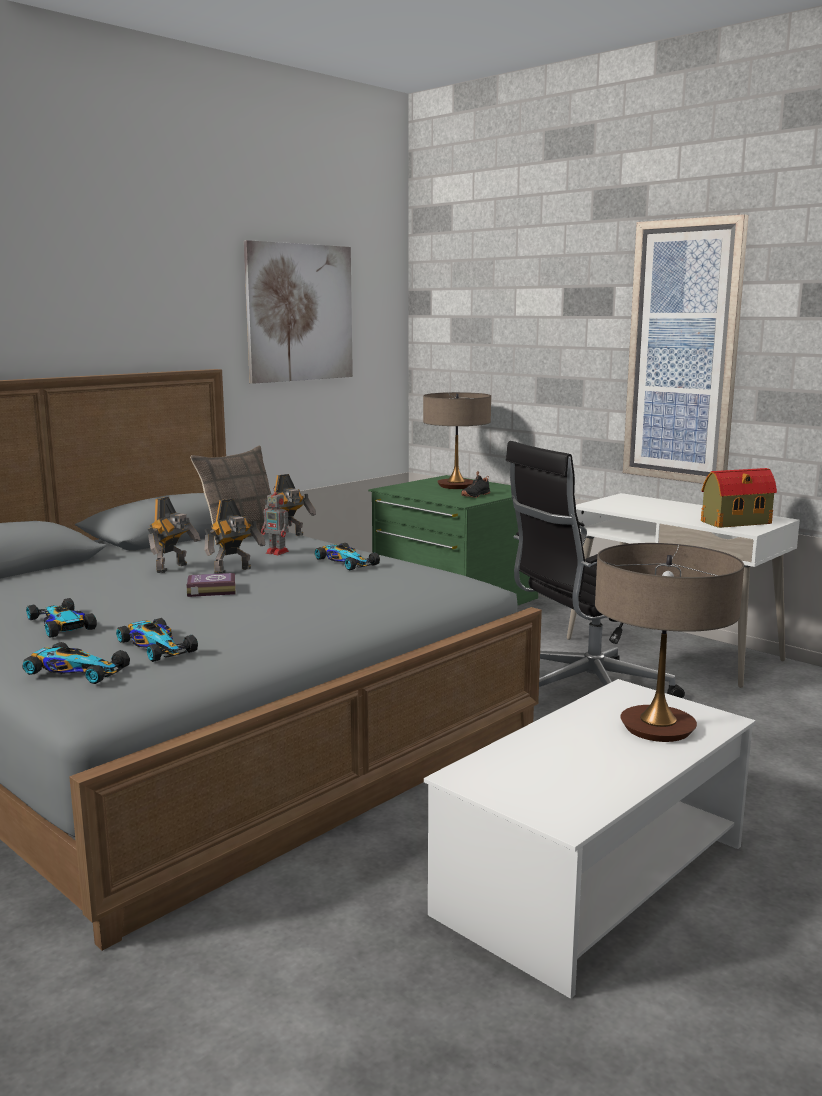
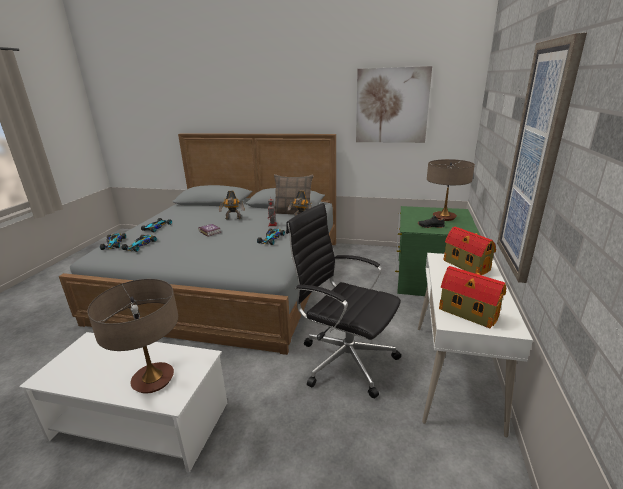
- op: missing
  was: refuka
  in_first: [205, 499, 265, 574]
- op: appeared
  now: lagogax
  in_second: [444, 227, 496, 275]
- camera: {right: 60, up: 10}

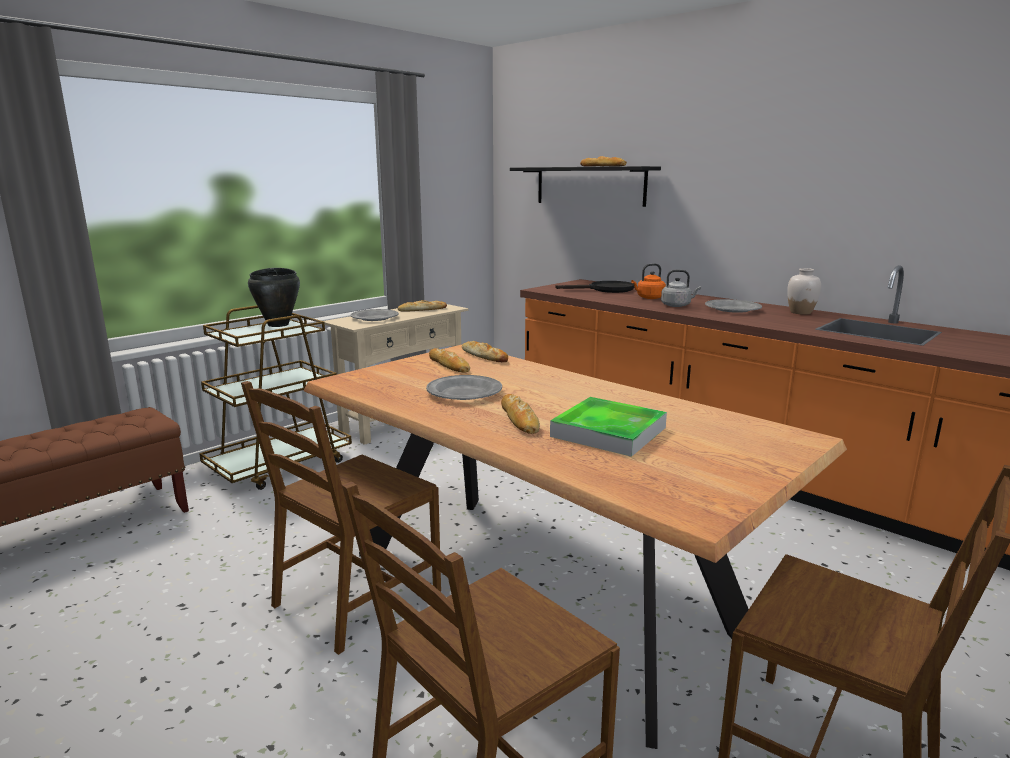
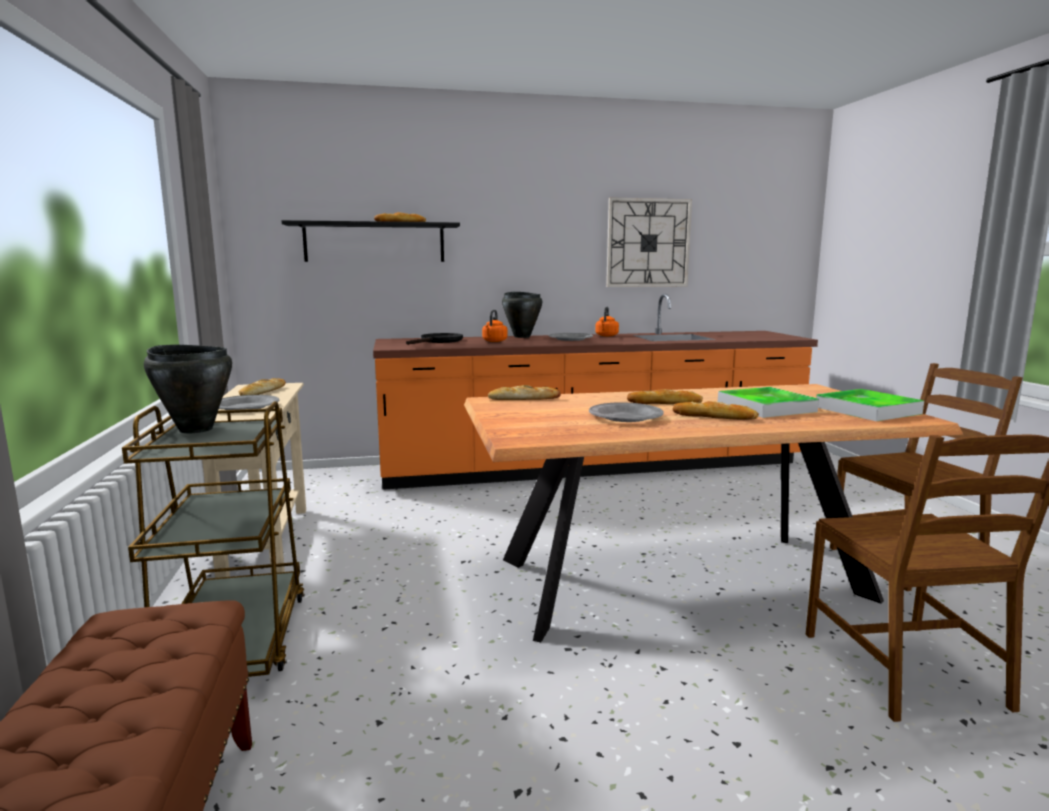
- op: missing
  was: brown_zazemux
  in_first: [241, 381, 441, 655]
- op: relocated
  was: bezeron
  in_first: [429, 348, 470, 372]
  in_second: [627, 389, 703, 404]
- op: missing
  was: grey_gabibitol
  in_first: [661, 270, 701, 307]
- op: exchanged
  was: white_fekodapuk
  now: orange_gabibitol
  in_first: [787, 268, 821, 315]
  in_second: [595, 306, 619, 336]
- op: appeared
  now: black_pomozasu
  in_second: [502, 291, 542, 338]
- op: appeared
  now: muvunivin
  in_second: [606, 198, 692, 287]
- op: appeared
  now: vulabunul
  in_second: [816, 389, 924, 421]
- camera: {right: -55, up: -5}

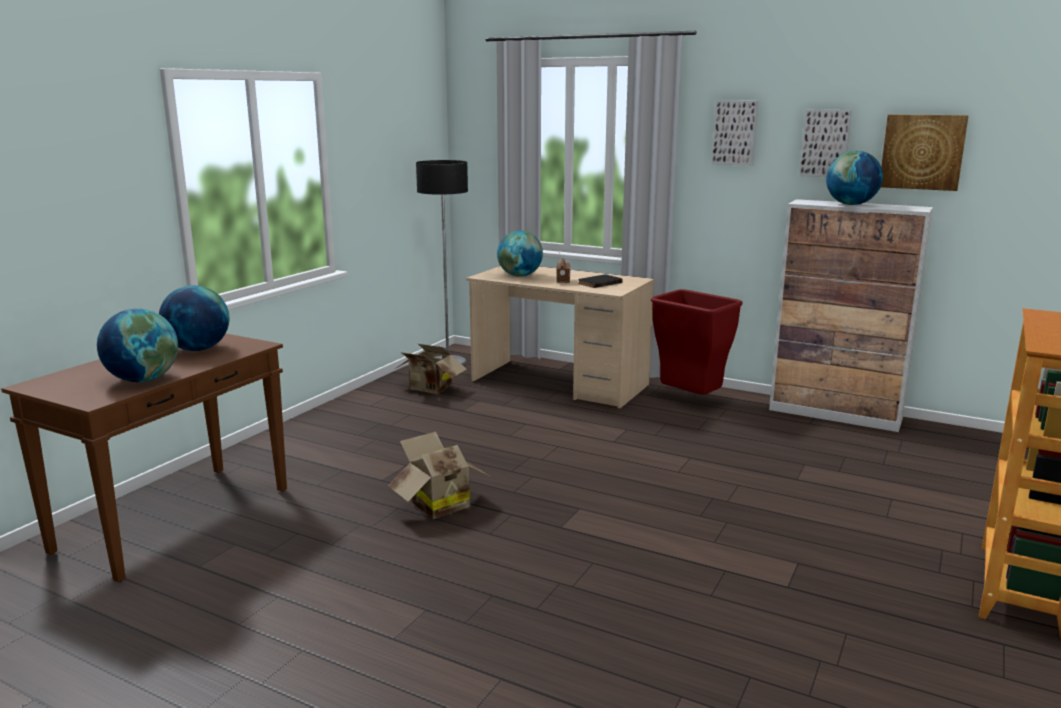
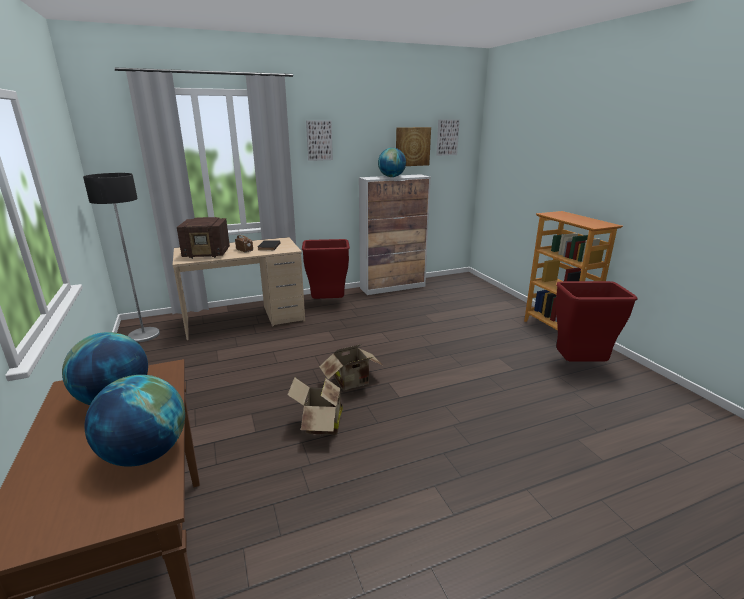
- op: relocated
  was: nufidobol
  in_first: [395, 344, 467, 394]
  in_second: [319, 344, 382, 391]
- op: exchanged
  was: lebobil
  now: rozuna
  in_first: [497, 230, 543, 277]
  in_second: [177, 217, 230, 259]
- op: relocated
  was: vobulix
  in_first: [799, 110, 852, 177]
  in_second: [436, 119, 460, 156]
- op: appeared
  now: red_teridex
  in_second: [556, 281, 638, 362]
- camera: {right: -50, up: 5}

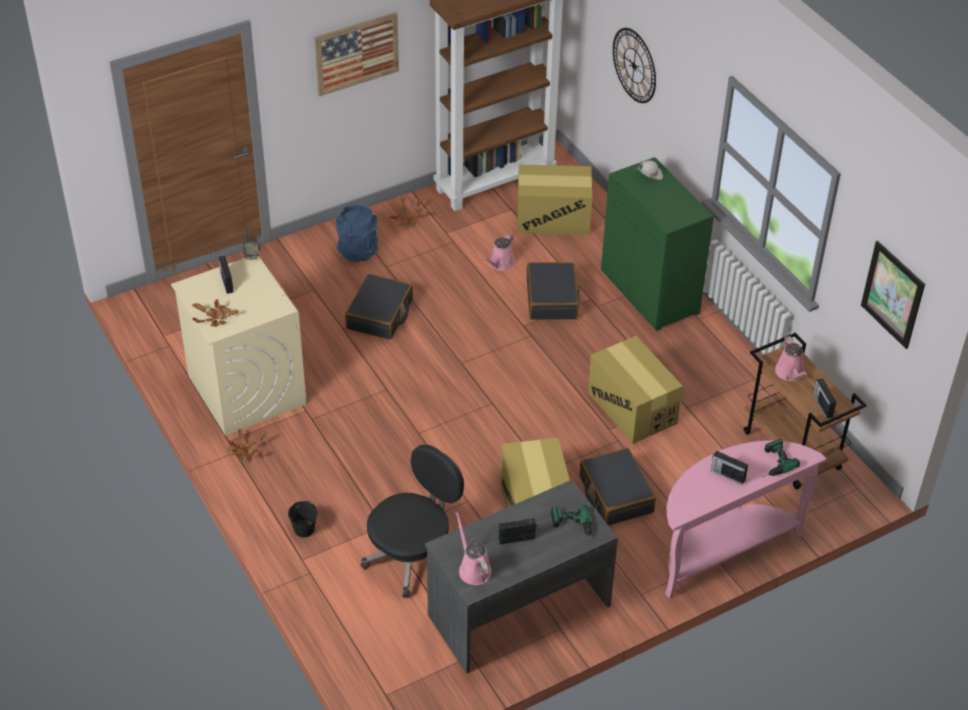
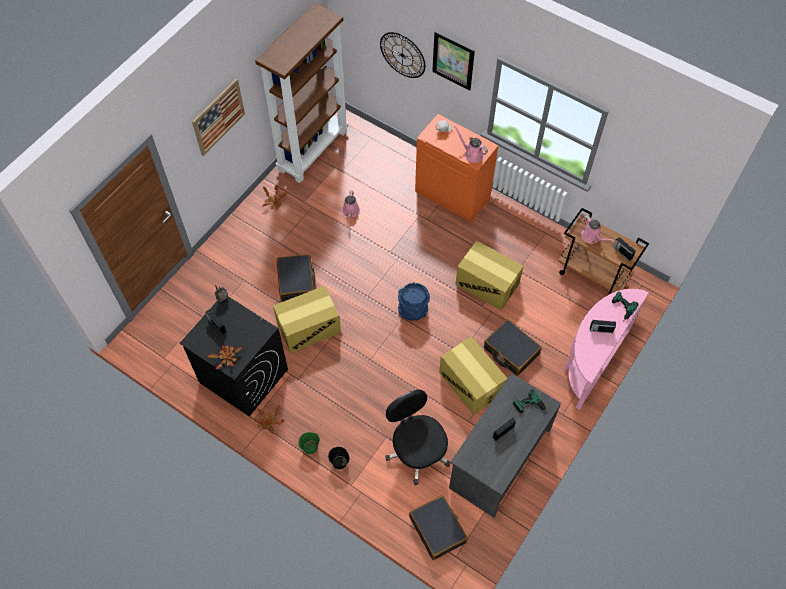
- op: colour
  was: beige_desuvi
  now: black_desuvi
  in_first: [171, 255, 307, 436]
  in_second: [179, 296, 288, 416]
- op: relocated
  was: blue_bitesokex
  in_first: [335, 205, 378, 262]
  in_second: [398, 283, 430, 321]
- op: spun
  was: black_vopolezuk
  in_first: [361, 445, 464, 598]
  in_second: [385, 390, 451, 485]
  clockwise: -45
- op: relocated
  was: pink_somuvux
  in_first: [456, 512, 491, 585]
  in_second: [454, 126, 488, 163]
- op: relocated
  was: nufidobol
  in_first: [517, 164, 592, 235]
  in_second: [273, 286, 341, 353]
- op: relocated
  was: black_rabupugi
  in_first: [527, 262, 580, 320]
  in_second: [409, 495, 468, 560]
- op: colour
  was: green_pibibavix
  now: orange_pibibavix
  in_first: [601, 157, 714, 331]
  in_second: [415, 114, 498, 223]
- op: relocated
  was: vobulix
  in_first: [861, 241, 925, 349]
  in_second: [432, 31, 475, 91]
- op: appeared
  now: green_bitesokex
  in_second: [298, 432, 320, 454]
- camera: {right: -25, up: 15}

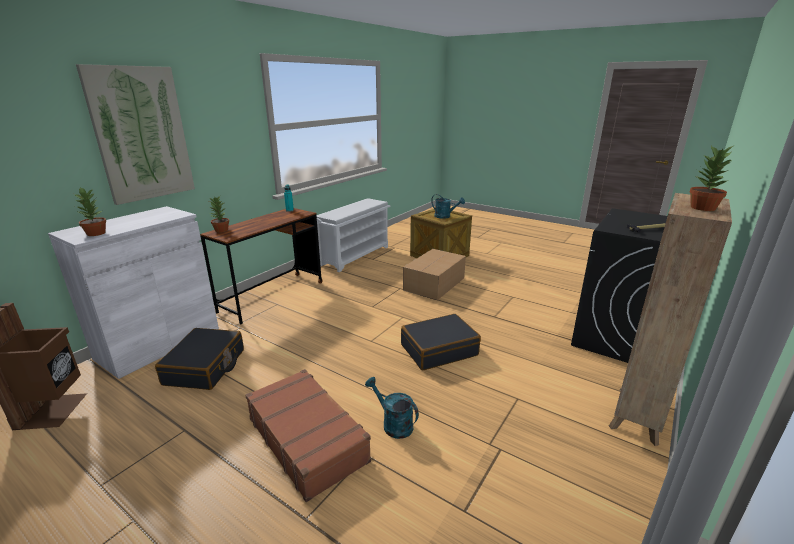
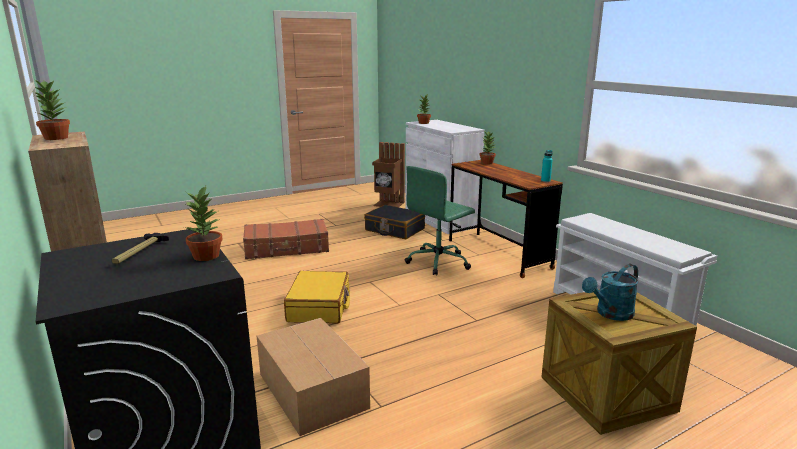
- op: missing
  was: vobulix
  in_first: [76, 64, 195, 205]
- op: missing
  was: turquoise_somuvux
  in_first: [365, 377, 419, 439]
- op: colour
  was: black_rabupugi
  now: yellow_rabupugi
  in_first: [401, 314, 481, 371]
  in_second: [284, 271, 350, 323]
- op: relocated
  was: nufidobol
  in_first: [403, 249, 466, 300]
  in_second: [257, 318, 370, 436]
- op: appeared
  now: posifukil
  in_second: [184, 186, 223, 261]
- op: appeared
  now: green_vopolezuk
  in_second: [405, 166, 475, 275]
- camera: {right: 115, up: -5}

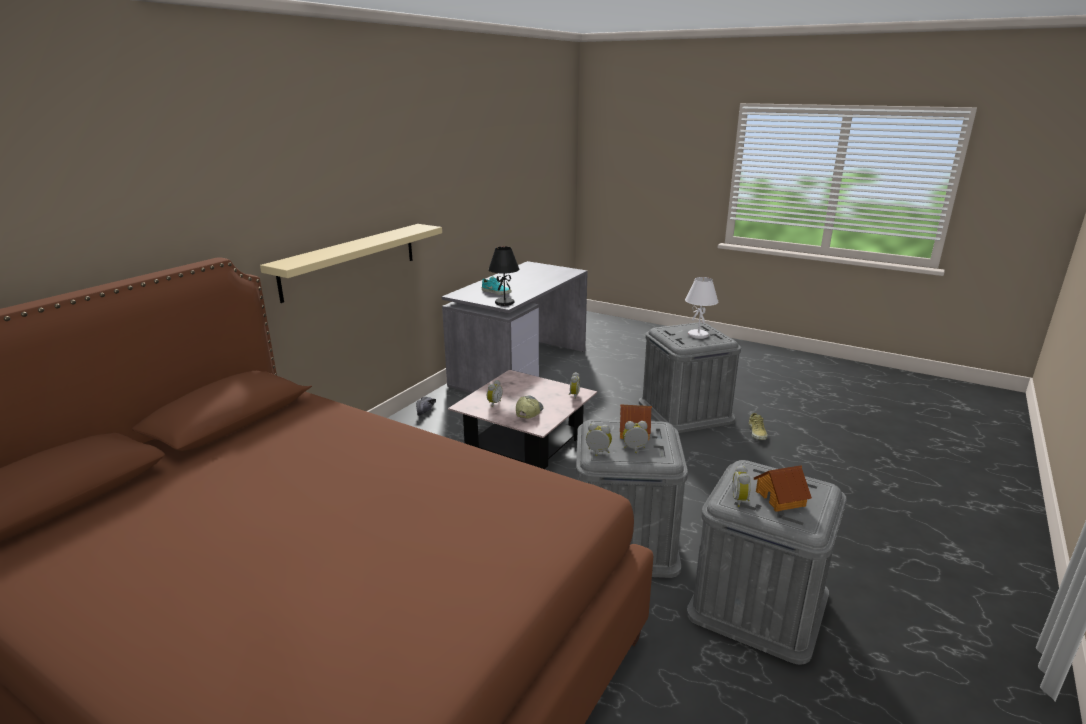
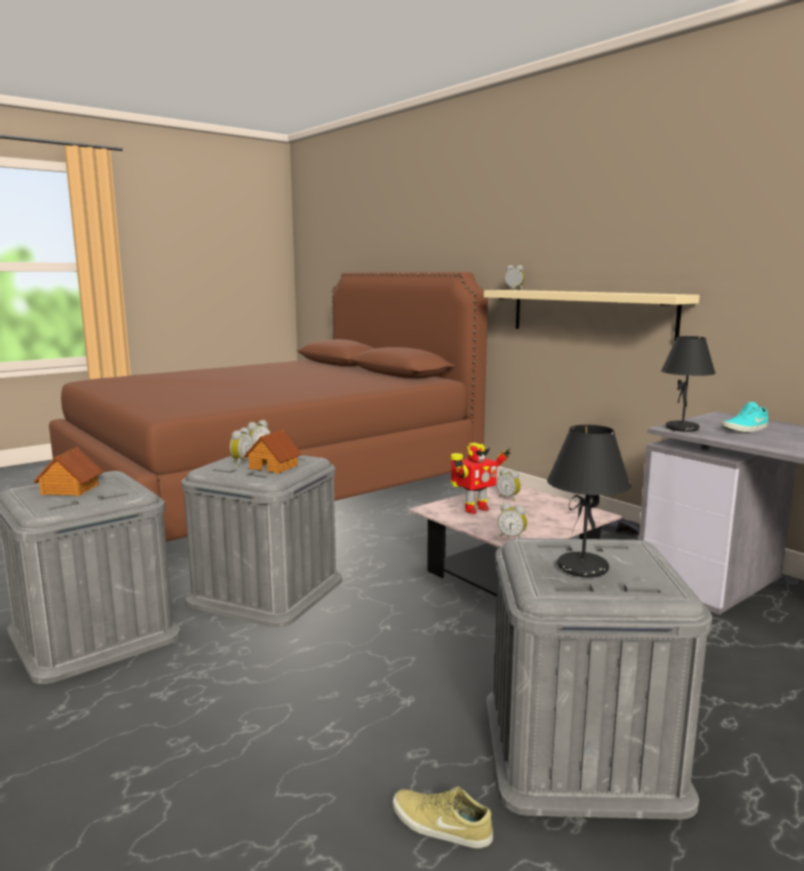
- op: exchanged
  was: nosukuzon
  now: refuka
  in_first: [516, 396, 543, 419]
  in_second: [450, 443, 511, 514]
- op: colour
  was: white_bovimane
  now: black_bovimane
  in_first: [685, 277, 718, 339]
  in_second: [547, 425, 631, 577]
- op: relocated
  was: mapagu
  in_first: [732, 465, 751, 507]
  in_second: [505, 265, 525, 290]
- camera: {right: 110, up: -10}

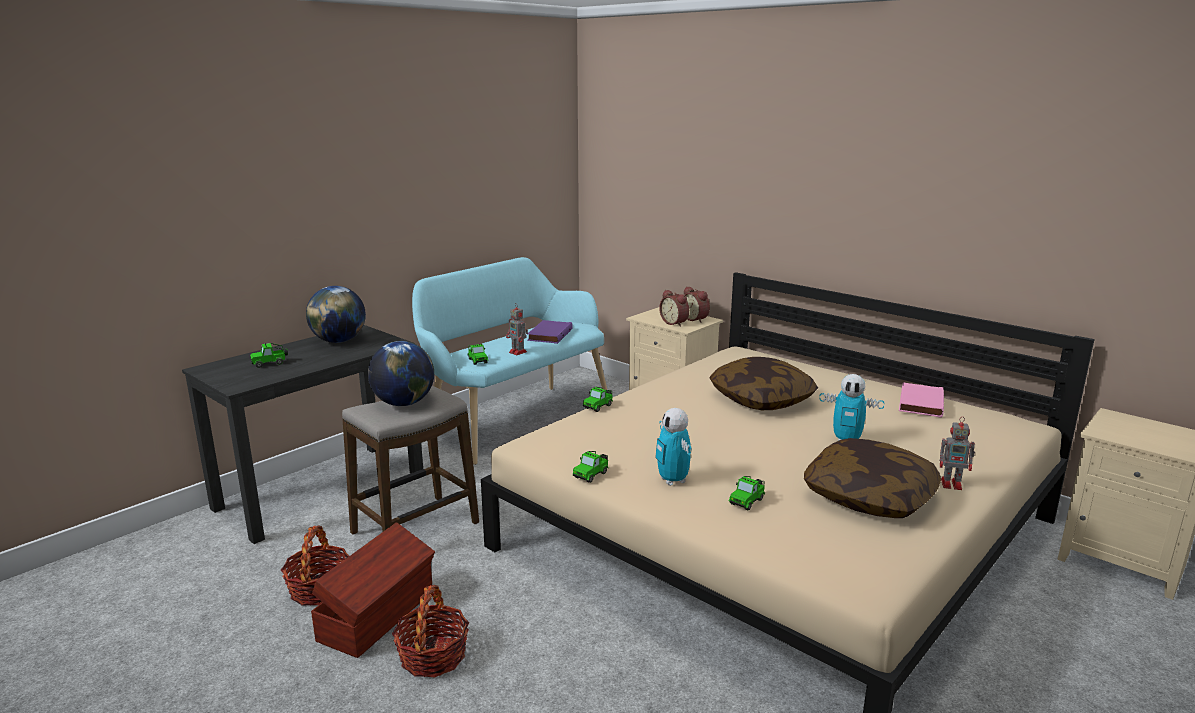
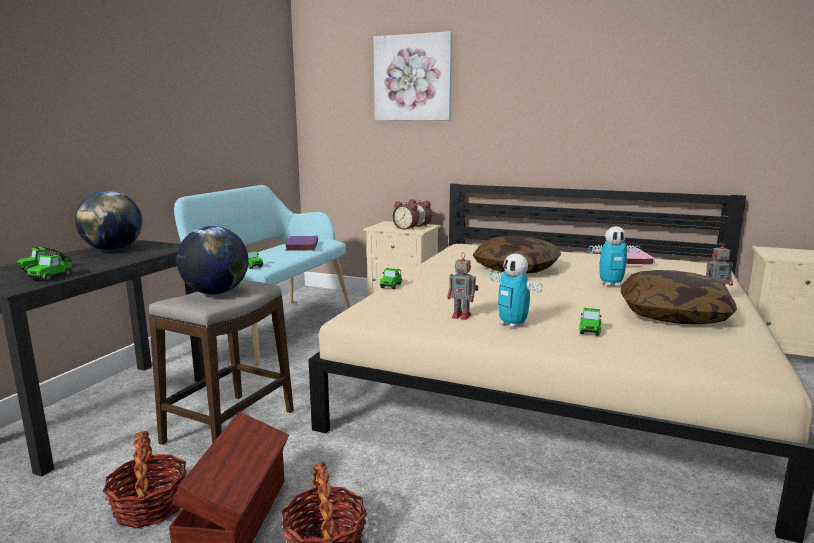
- op: relocated
  was: refuka
  in_first: [506, 303, 528, 355]
  in_second: [447, 252, 479, 320]
- op: relocated
  was: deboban
  in_first: [573, 451, 609, 483]
  in_second: [27, 254, 73, 282]
- op: appeared
  now: vobulix
  in_second: [374, 31, 452, 121]
- camera: {right: -20, up: -5}

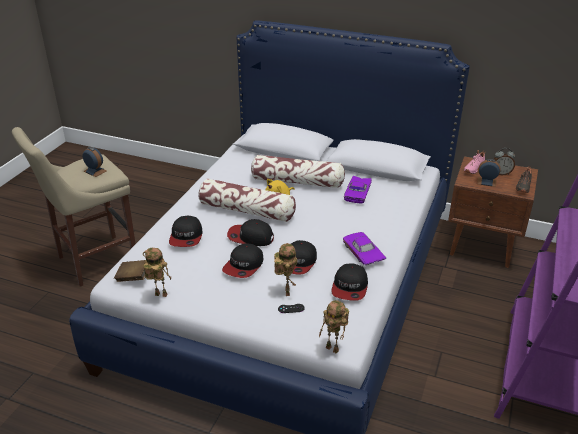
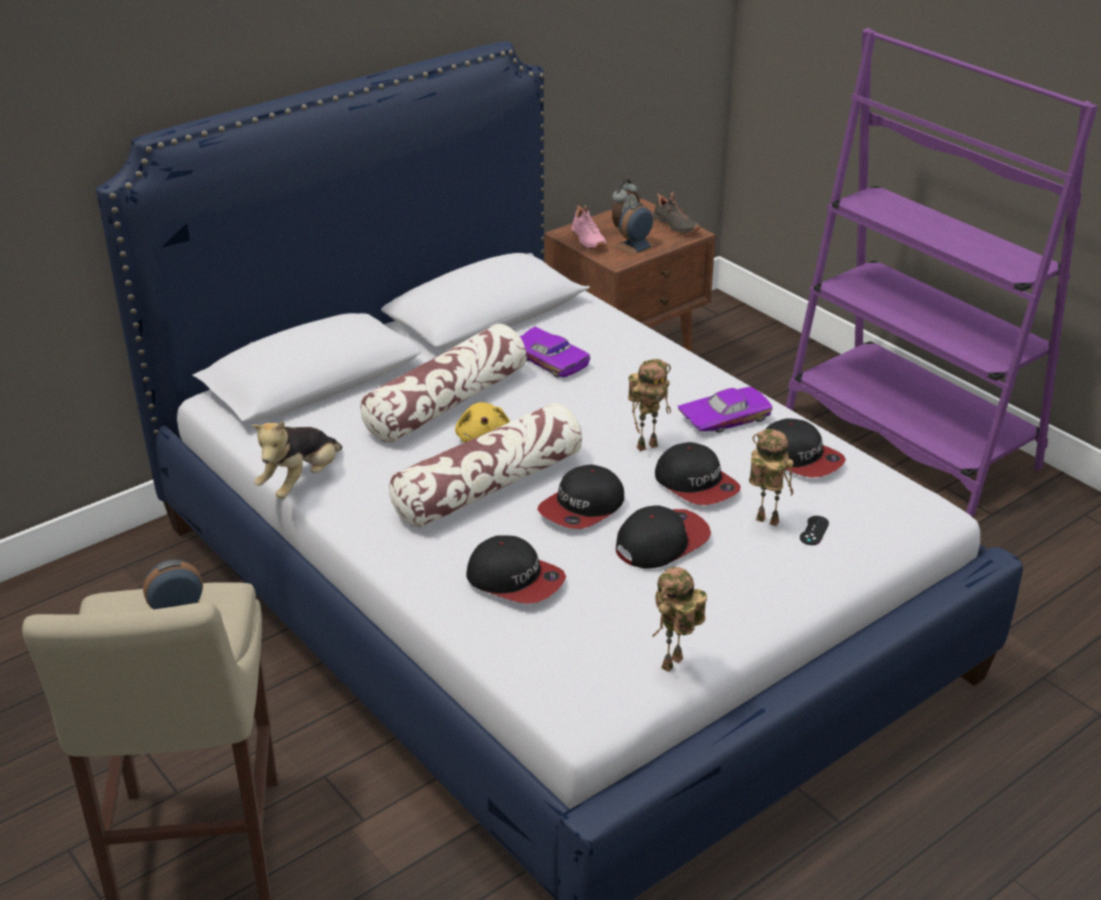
- op: missing
  was: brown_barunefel
  in_first: [114, 260, 145, 282]
- op: spun
  was: nosukuzon
  in_first: [222, 243, 263, 278]
  in_second: [616, 505, 711, 569]
  clockwise: -90
- op: relocated
  was: refuka
  in_first: [319, 300, 349, 354]
  in_second: [628, 359, 671, 451]
- op: spun
  was: purple_deboban
  in_first: [343, 232, 386, 265]
  in_second: [677, 387, 772, 433]
  clockwise: 150
- op: appeared
  now: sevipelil
  in_second: [251, 421, 342, 499]
- camera: {right: -60, up: 0}

